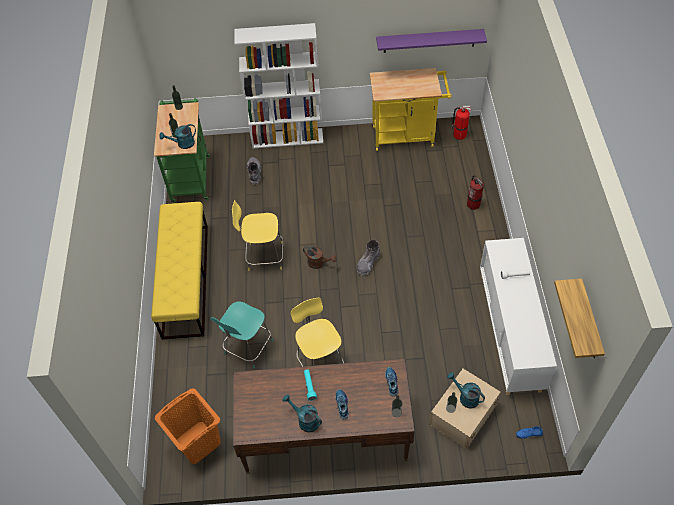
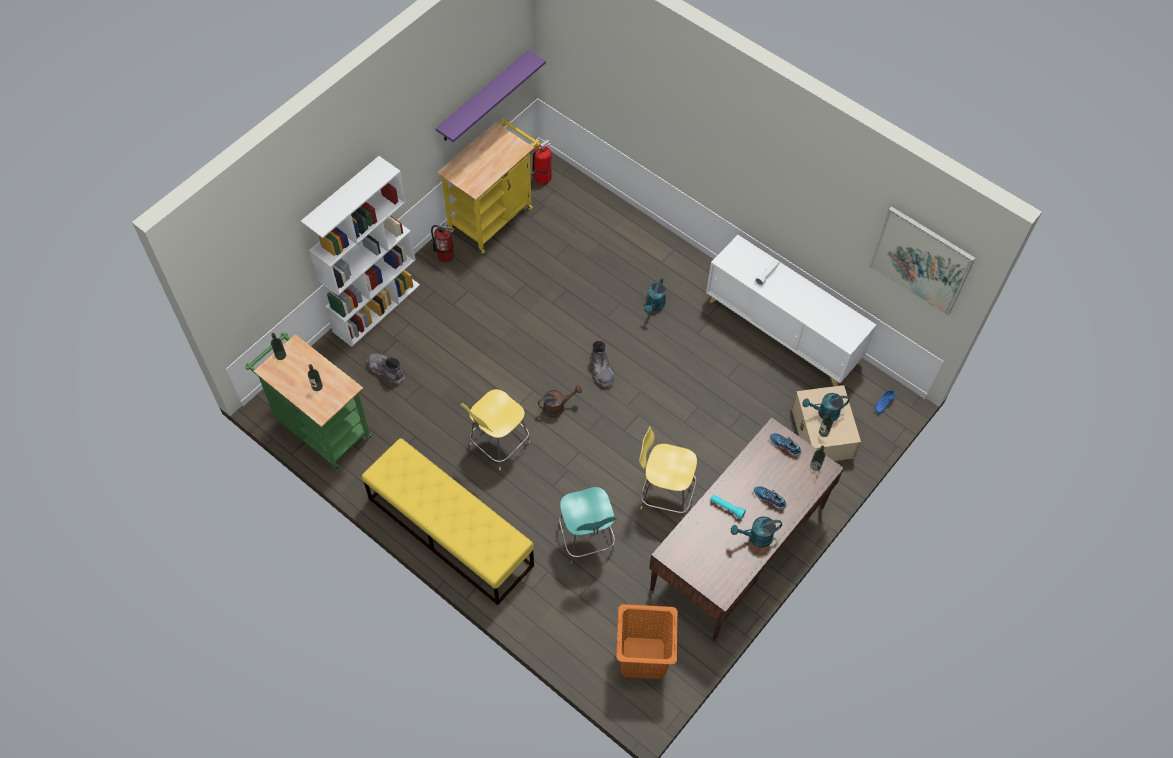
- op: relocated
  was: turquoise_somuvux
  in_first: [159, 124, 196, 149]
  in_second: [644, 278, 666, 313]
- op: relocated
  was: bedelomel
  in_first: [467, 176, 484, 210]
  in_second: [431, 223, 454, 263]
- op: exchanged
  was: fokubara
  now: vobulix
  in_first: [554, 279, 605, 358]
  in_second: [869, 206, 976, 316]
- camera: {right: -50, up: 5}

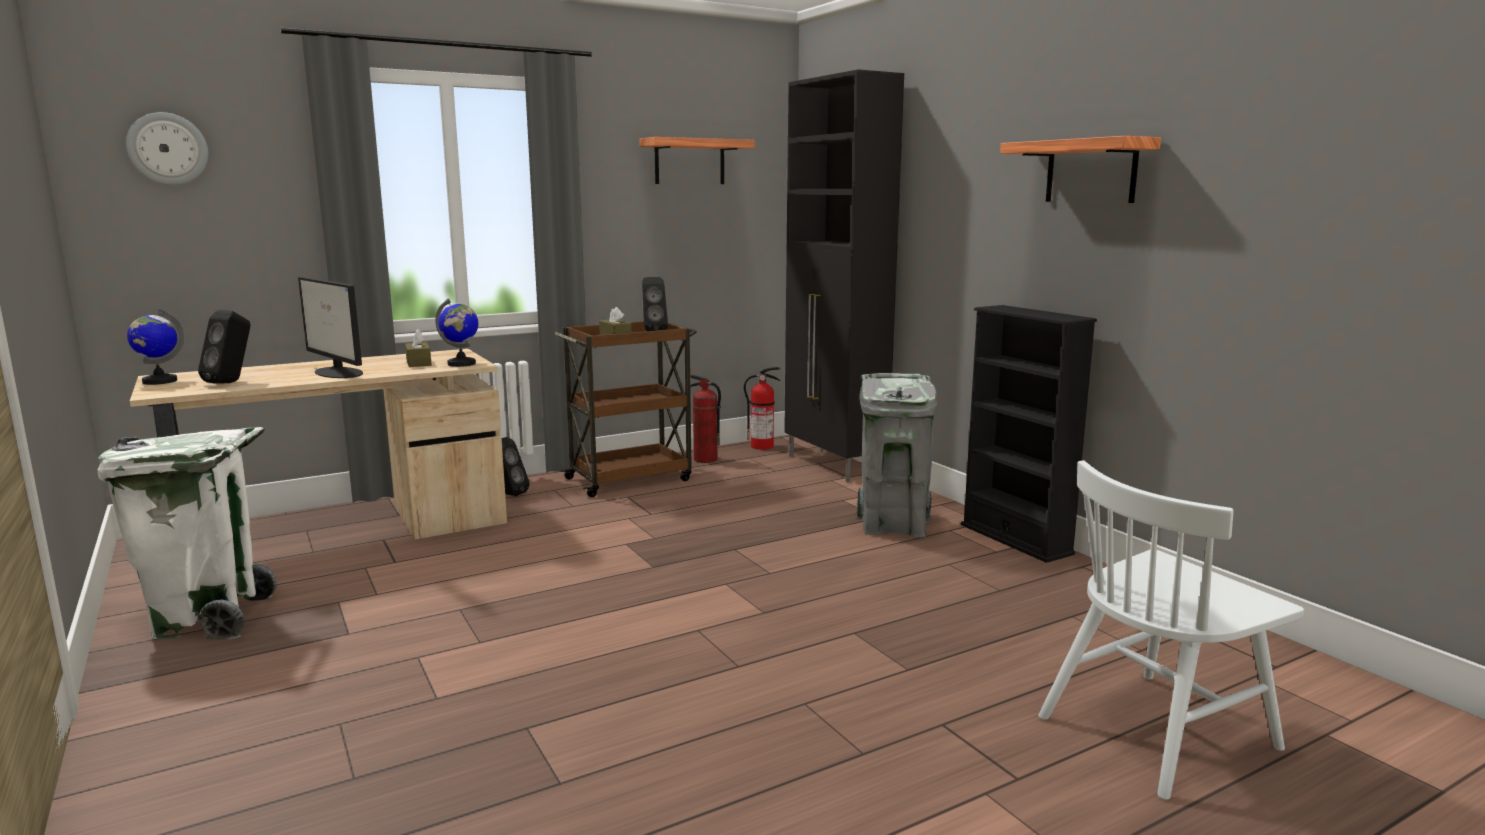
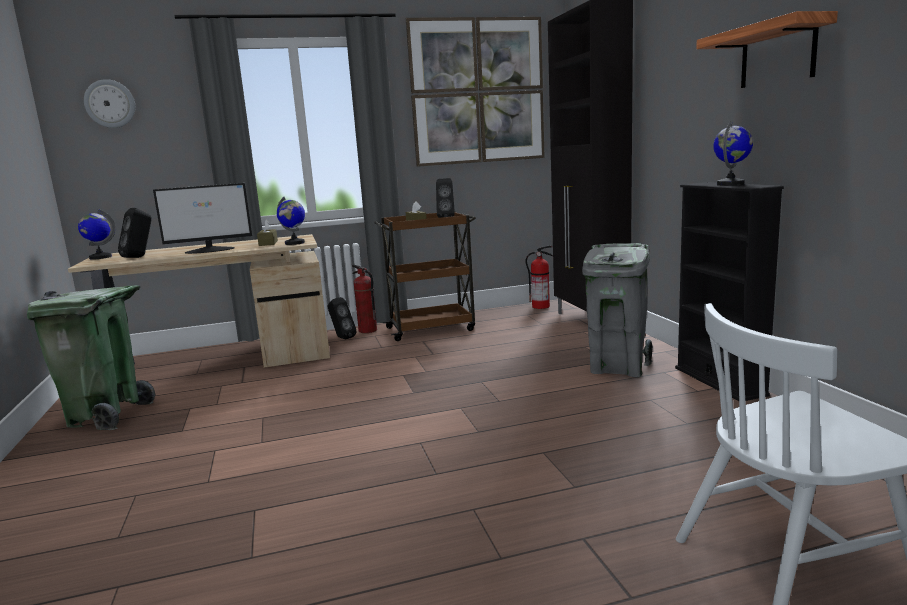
- op: colour
  was: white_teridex
  now: green_teridex
  in_first: [98, 427, 277, 640]
  in_second: [27, 285, 156, 430]
- op: spun
  was: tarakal
  in_first: [298, 277, 363, 378]
  in_second: [153, 183, 252, 254]
  clockwise: -75
- op: exchanged
  was: fokubara
  now: vobulix
  in_first: [639, 137, 755, 184]
  in_second: [406, 17, 545, 167]
- op: relocated
  was: bedelomel
  in_first: [690, 375, 721, 463]
  in_second: [352, 265, 377, 333]
- op: appeared
  now: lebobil
  in_second: [713, 121, 753, 186]
- camera: {right: 15, up: 0}

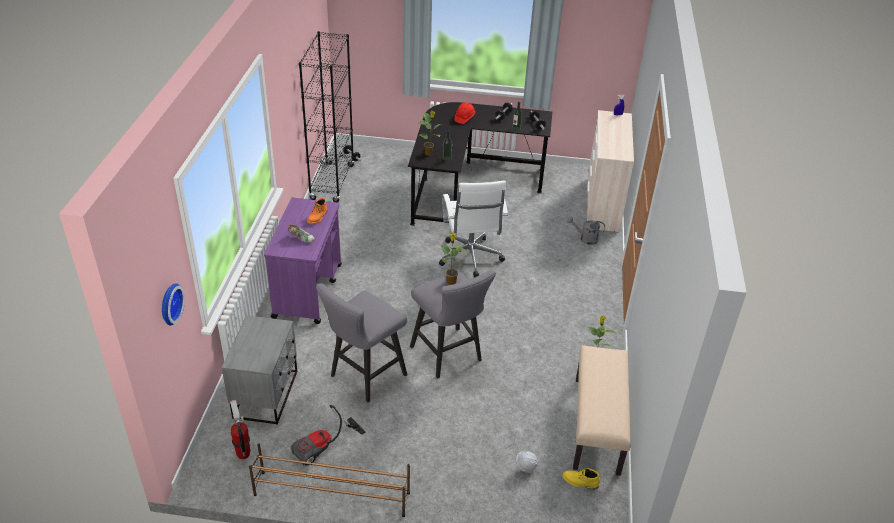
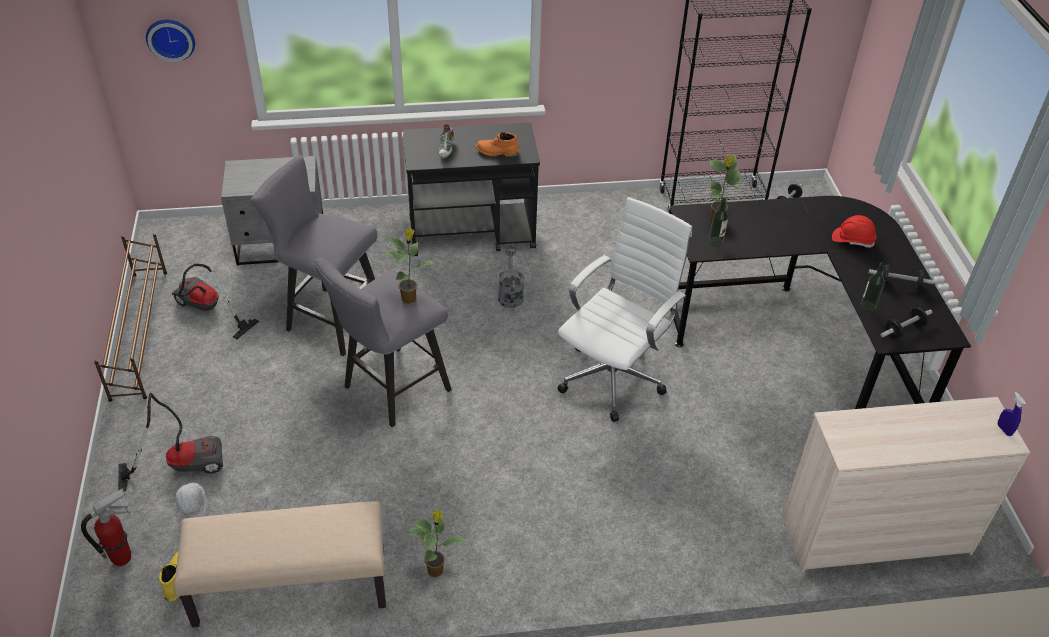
- op: relocated
  was: bedelomel
  in_first: [230, 400, 250, 459]
  in_second: [81, 489, 131, 566]
- op: colour
  was: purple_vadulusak
  now: black_vadulusak
  in_first: [264, 198, 342, 324]
  in_second: [403, 123, 540, 256]
- op: spun
  was: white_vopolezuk
  in_first: [439, 181, 508, 278]
  in_second: [557, 197, 692, 422]
  clockwise: 150
- op: relocated
  was: grey_somuvux
  in_first: [567, 216, 605, 245]
  in_second: [498, 249, 524, 308]
- op: appeared
  now: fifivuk
  in_second: [118, 393, 223, 491]
- camera: {right: 75, up: 5}

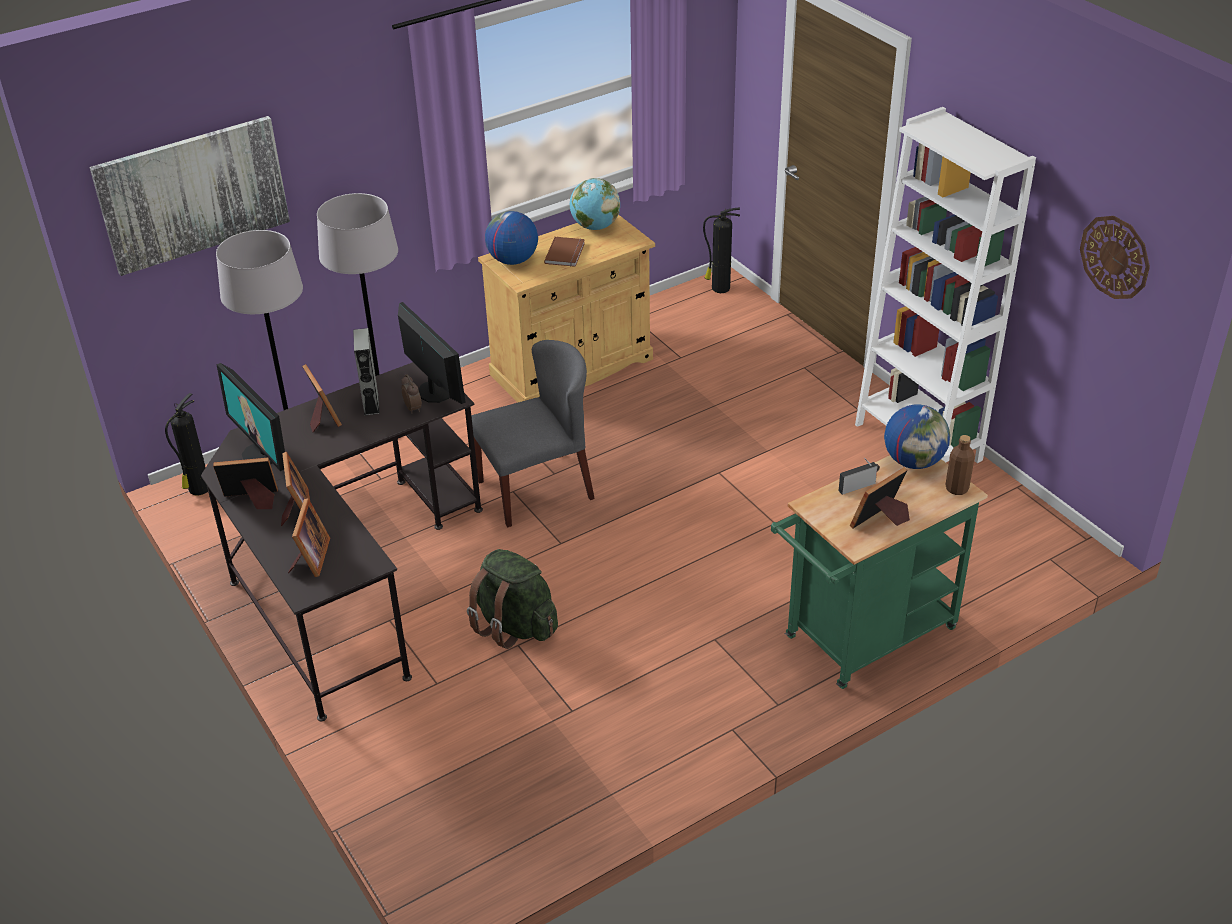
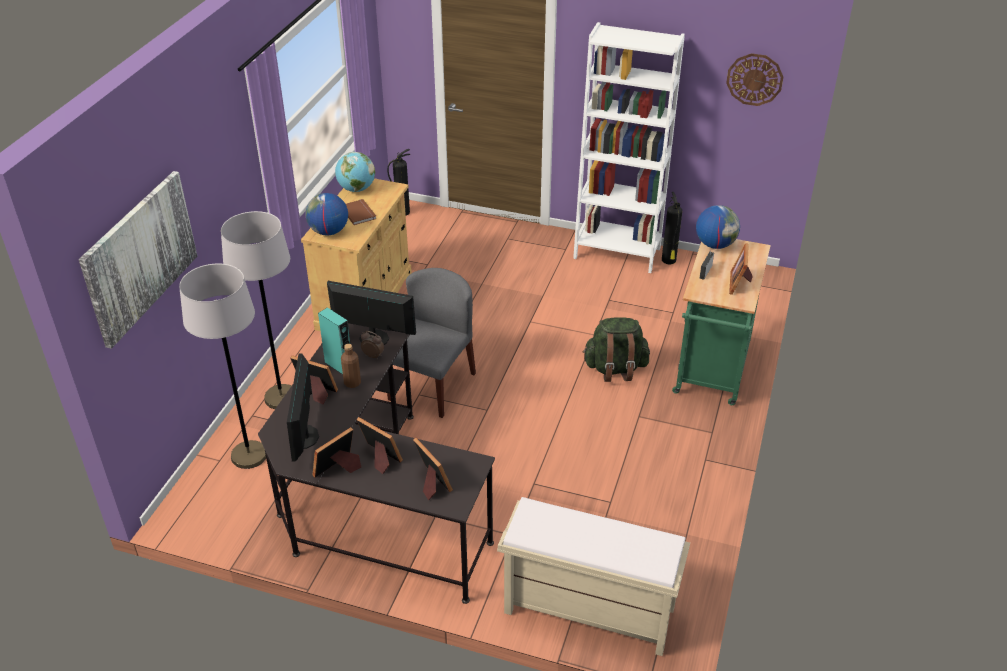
- op: relocated
  was: bedelomel
  in_first: [165, 393, 208, 495]
  in_second: [662, 192, 682, 264]
- op: spun
  was: tarakal
  in_first: [216, 363, 285, 471]
  in_second: [287, 353, 319, 462]
  clockwise: 75
- op: colour
  was: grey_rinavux
  now: turquoise_rinavux
  in_first: [353, 328, 380, 415]
  in_second: [318, 308, 350, 375]
- op: relocated
  was: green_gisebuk
  in_first: [467, 549, 558, 649]
  in_second: [583, 317, 650, 382]
- op: relocated
  was: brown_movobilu
  in_first: [945, 435, 975, 495]
  in_second: [341, 344, 361, 388]
- op: appeared
  now: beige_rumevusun
  in_second: [497, 497, 690, 656]
- camera: {right: -40, up: 0}

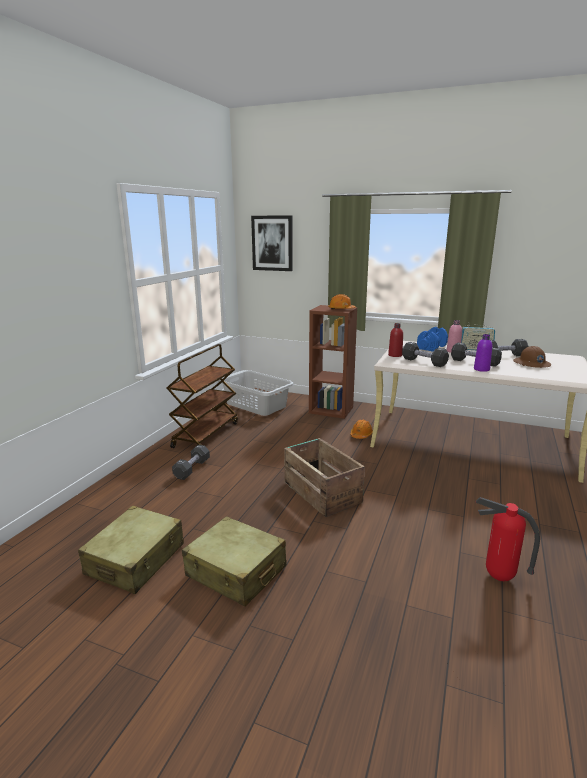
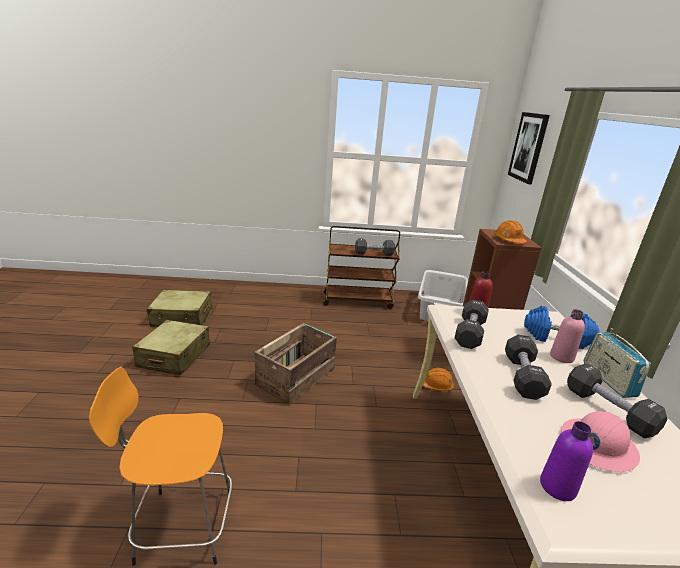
- op: relocated
  was: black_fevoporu
  in_first: [172, 445, 210, 480]
  in_second: [355, 238, 395, 256]
- op: relocated
  was: purple_movobilu
  in_first: [474, 334, 492, 372]
  in_second: [540, 421, 593, 501]
- op: exchanged
  was: bedelomel
  now: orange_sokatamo
  in_first: [475, 497, 540, 581]
  in_second: [89, 367, 232, 566]
- op: colour
  was: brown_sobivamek
  now: pink_sobivamek
  in_first: [513, 346, 551, 368]
  in_second: [561, 411, 640, 472]
- camera: {right: 65, up: 5}

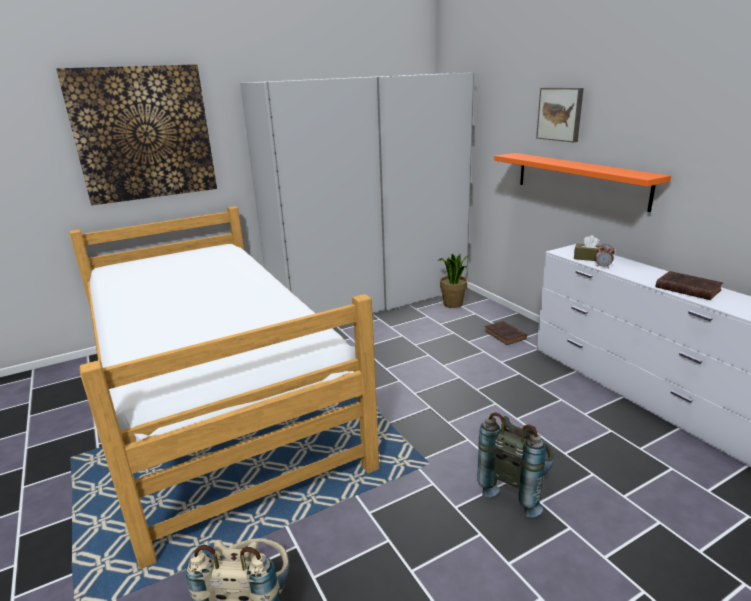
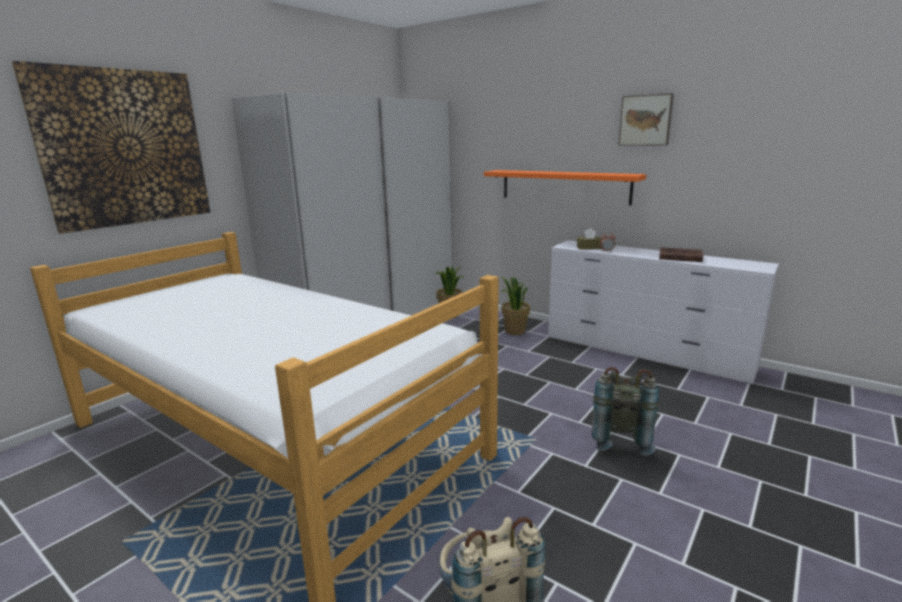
- op: exchanged
  was: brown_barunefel
  now: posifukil
  in_first: [485, 321, 527, 345]
  in_second: [501, 276, 530, 335]
- op: relocated
  was: vobulix
  in_first: [536, 88, 584, 142]
  in_second: [619, 93, 674, 146]
- camera: {right: -25, up: -5}

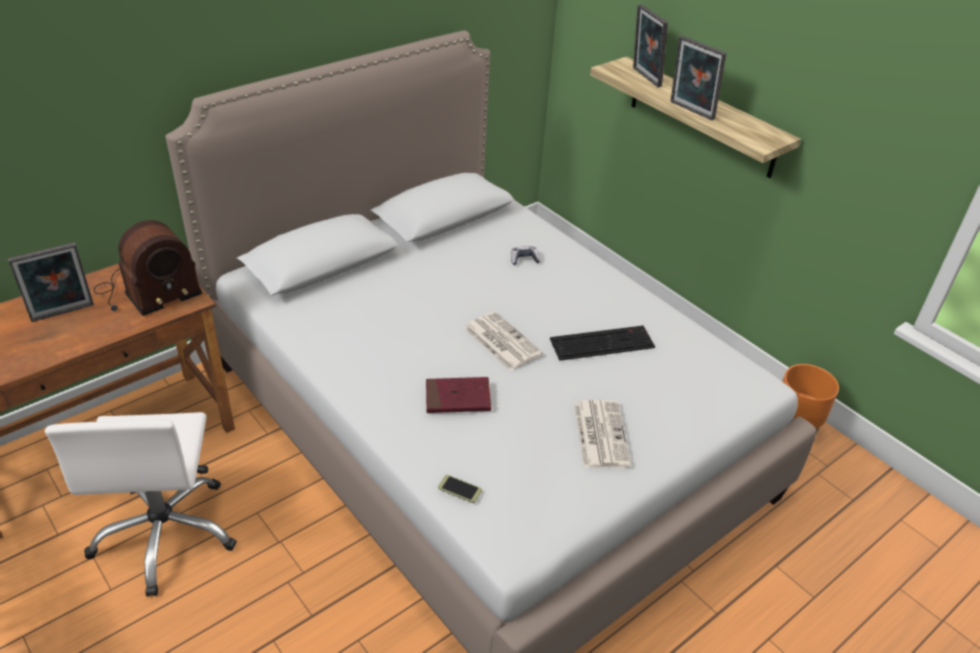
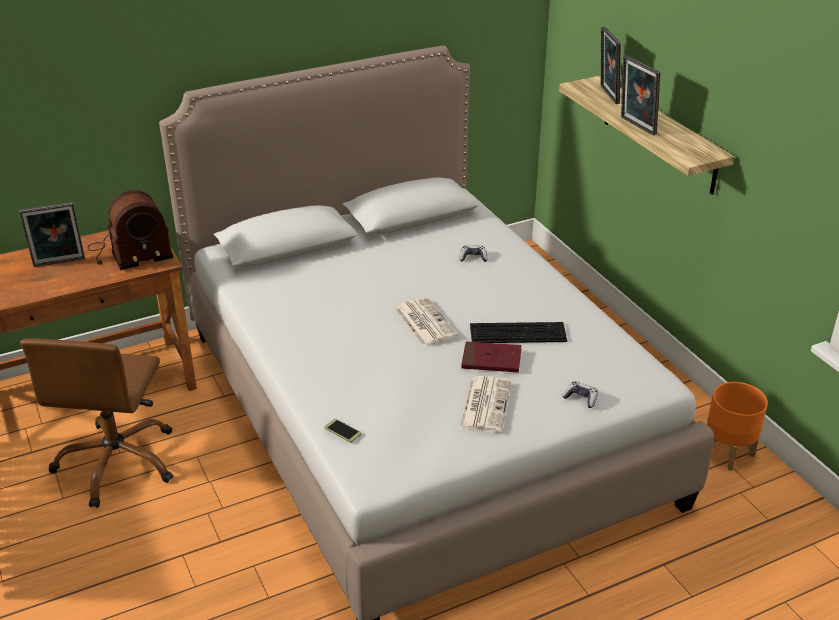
- op: colour
  was: white_vopolezuk
  now: brown_vopolezuk
  in_first: [45, 412, 237, 596]
  in_second: [20, 338, 173, 508]
- op: relocated
  was: red_barunefel
  in_first: [426, 377, 491, 413]
  in_second: [461, 341, 521, 372]
- op: appeared
  now: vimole
  in_second: [562, 381, 598, 408]
- camera: {right: 15, up: -5}

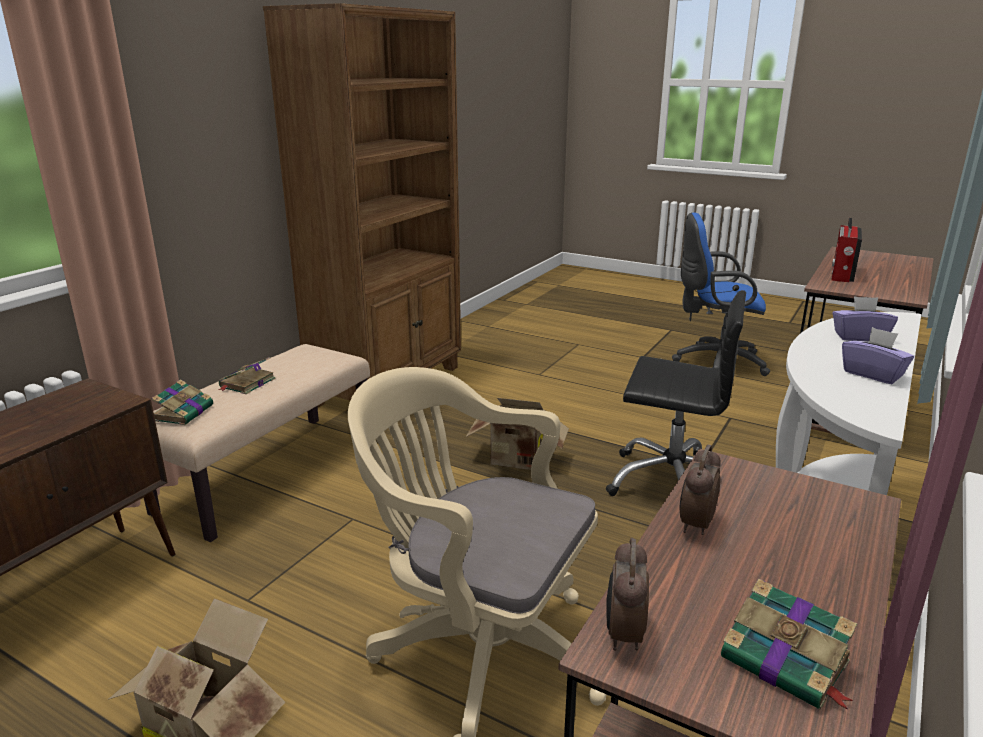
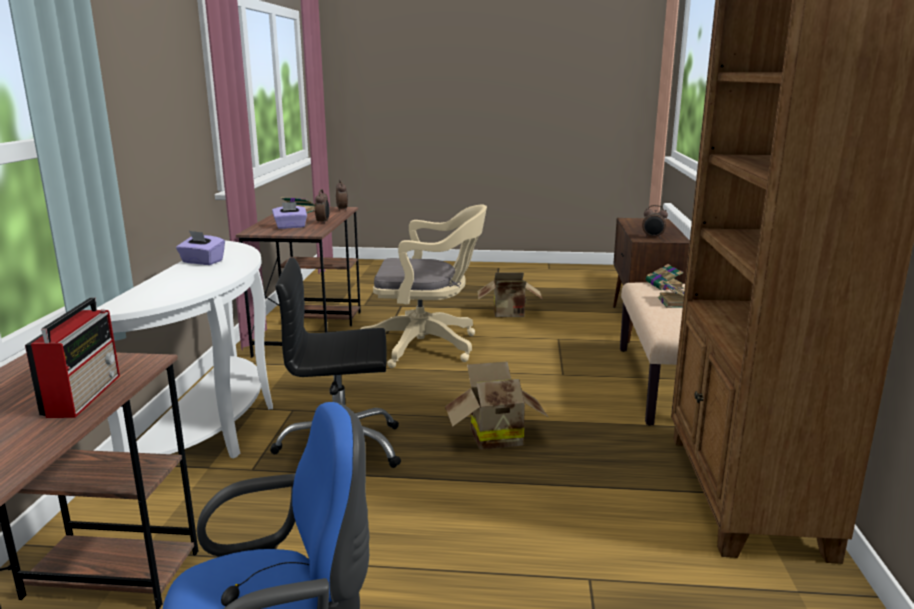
- op: relocated
  was: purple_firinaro
  in_first: [833, 296, 898, 341]
  in_second: [272, 202, 307, 229]
- op: appeared
  now: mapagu
  in_second: [642, 205, 668, 239]
- camera: {right: 155, up: -5}

